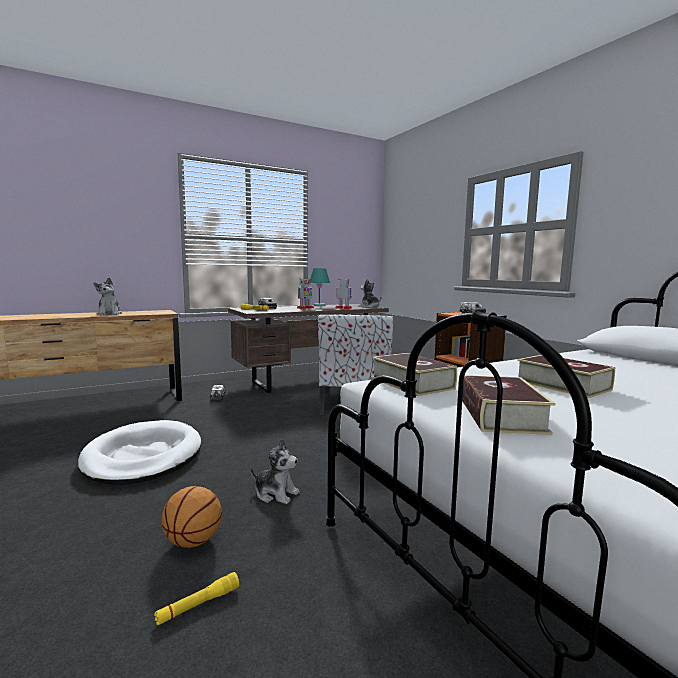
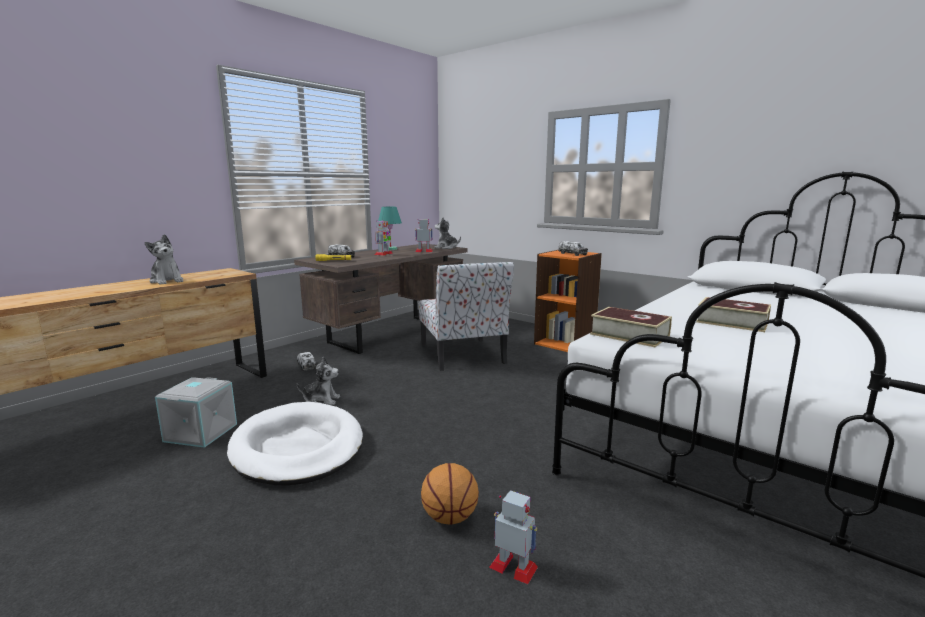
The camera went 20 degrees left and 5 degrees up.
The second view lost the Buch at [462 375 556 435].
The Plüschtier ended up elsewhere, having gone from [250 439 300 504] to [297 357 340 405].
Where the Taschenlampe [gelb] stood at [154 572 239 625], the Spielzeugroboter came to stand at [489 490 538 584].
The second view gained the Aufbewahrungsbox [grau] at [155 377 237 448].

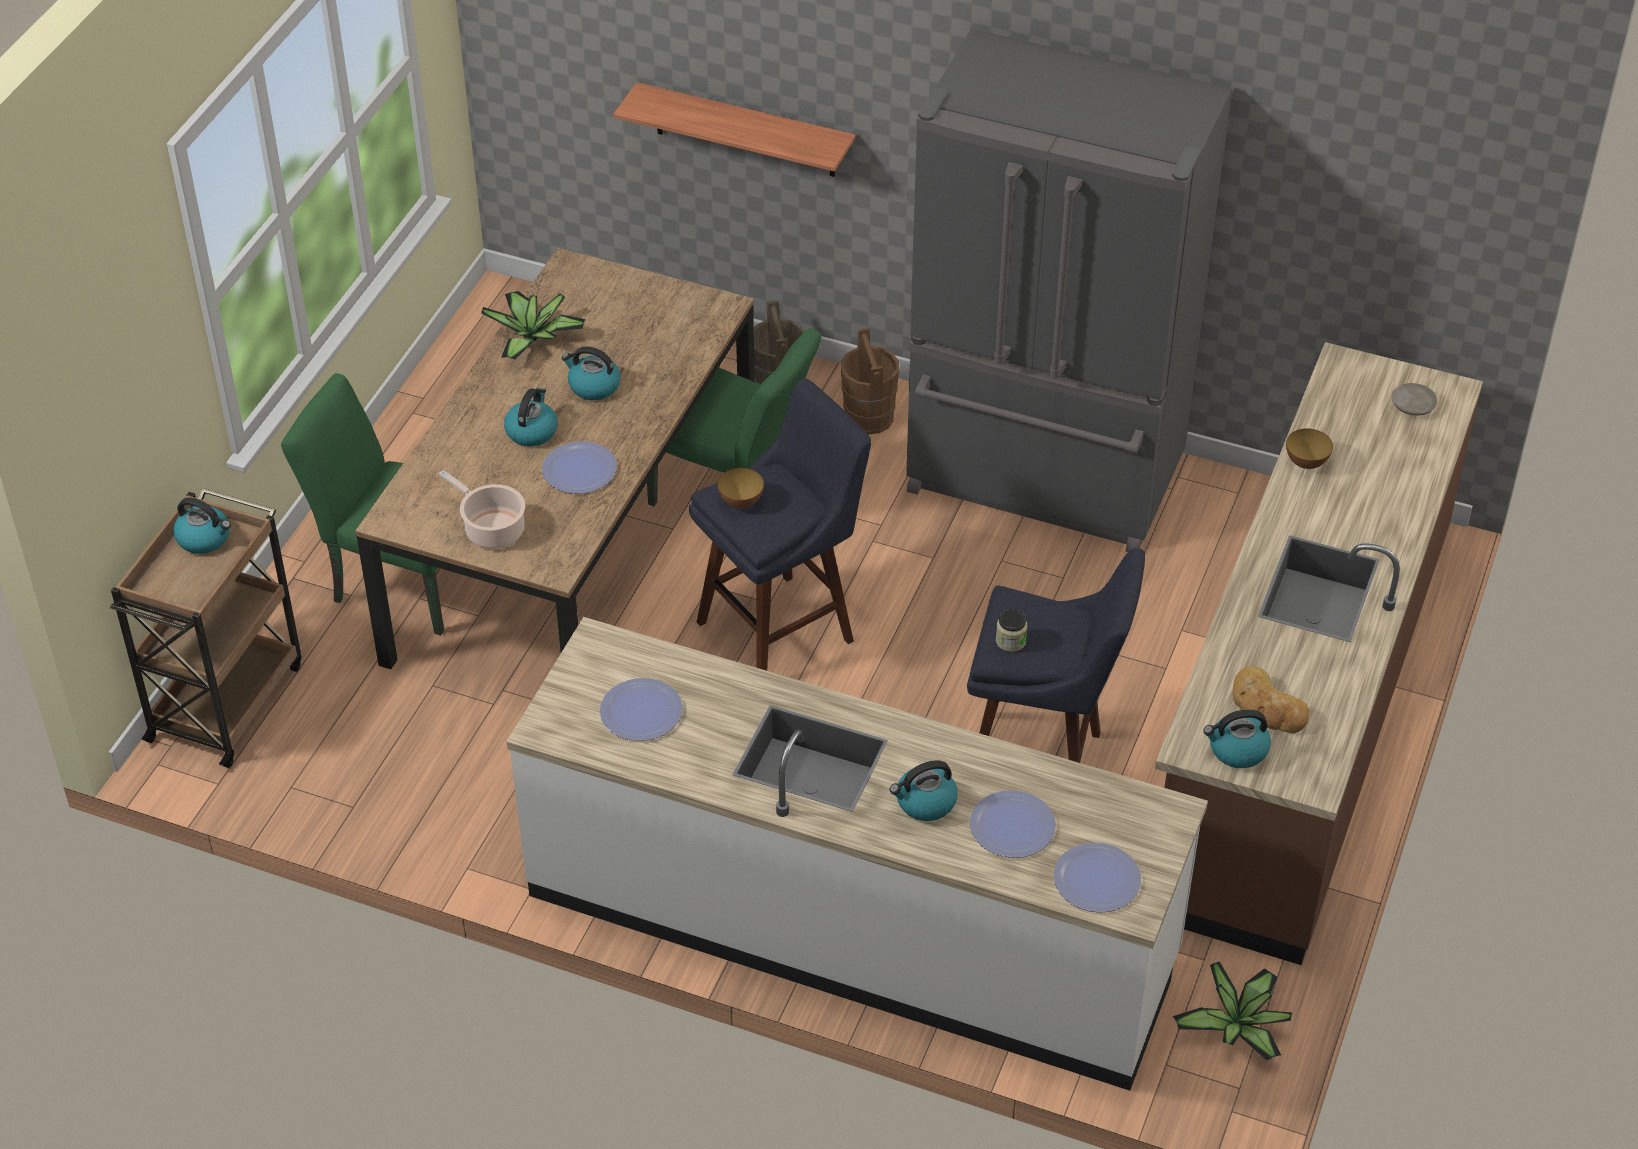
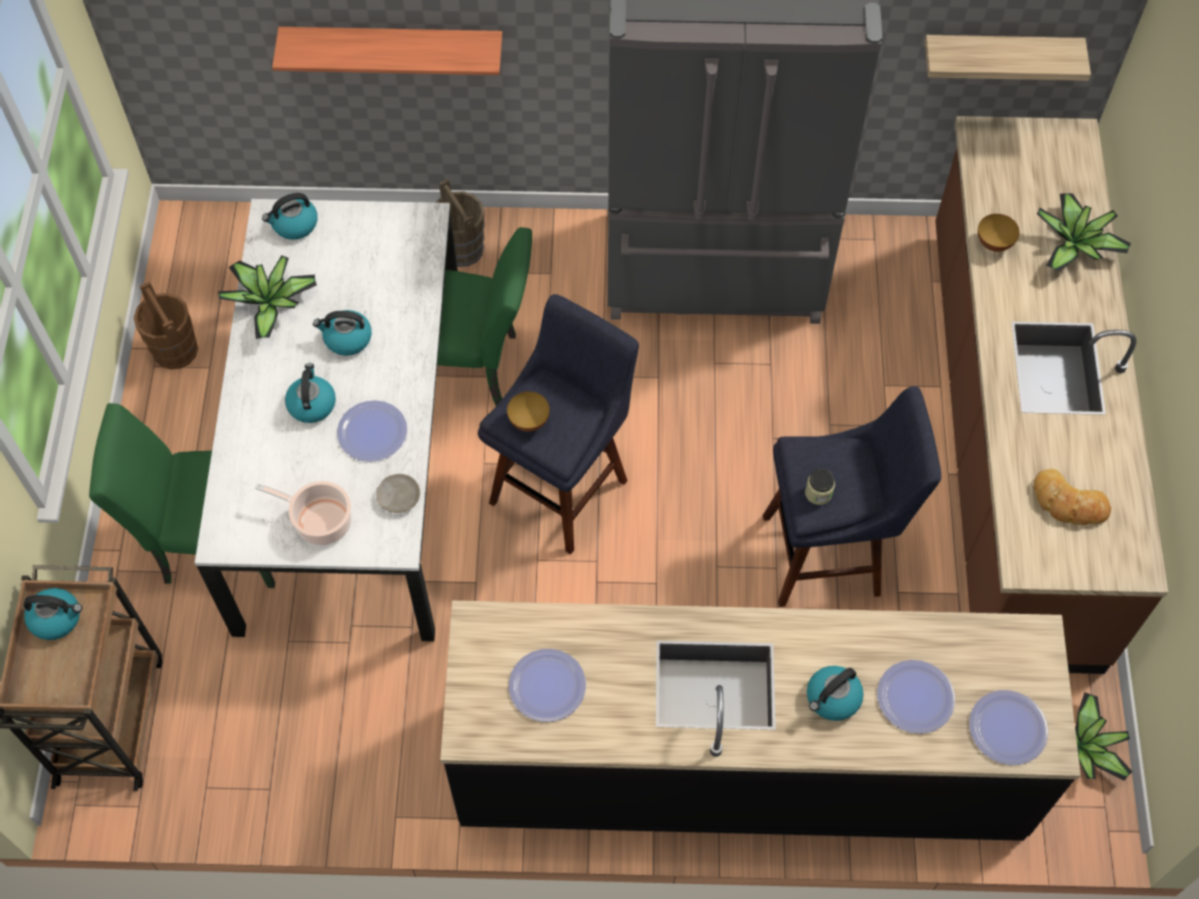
The camera went 20 degrees left and 15 degrees up.
What was the Esstisch [braun] at [355 248 755 669] turned into the Esstisch [weiß] at [195 199 458 642].
The Eimer [braun] ended up elsewhere, having gone from [841 328 899 435] to [134 281 198 369].
The Teller [beige] ended up elsewhere, having gone from [1392 383 1438 415] to [376 474 420 513].
What was the Küchenzeile [weiß] at [507 617 1208 1091] turned into the Küchenzeile [schwarz] at [440 601 1081 841].
The Wasserkessel ended up elsewhere, having gone from [1203 710 1271 768] to [262 193 318 240].
The second view gained the Wandregal at [925 35 1091 81].
The second view gained the Topfpflanze at [1037 194 1131 272].

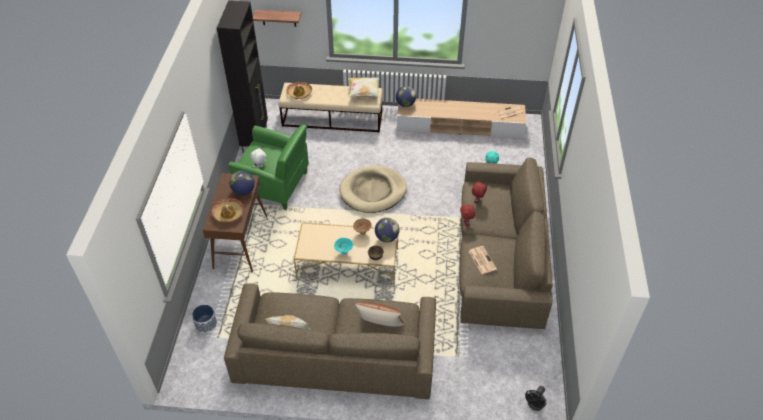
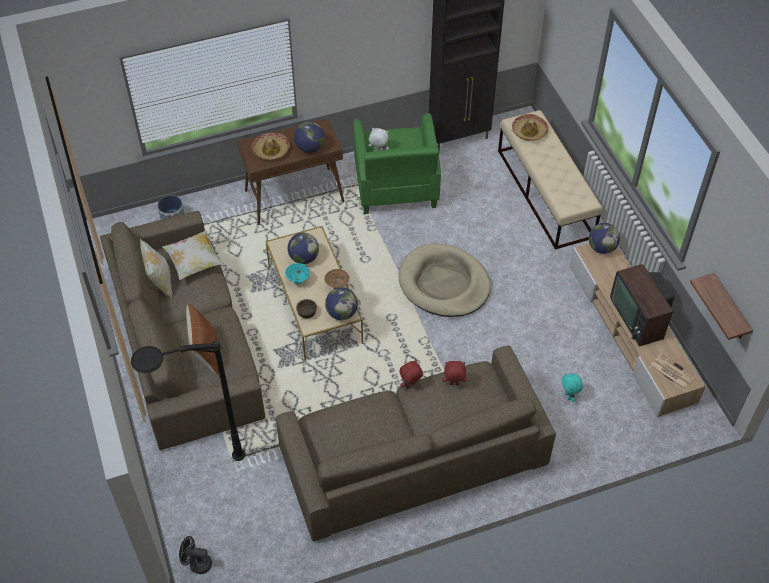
The camera went 65 degrees right and 5 degrees up.
The Wandregal ended up elsewhere, having gone from [253 10 301 27] to [690 273 753 340].
The Kissen ended up elsewhere, having gone from [348 77 380 97] to [162 230 224 280].
The second view lost the Zeitung at [469 246 497 274].
The second view gained the Globus at [288 233 319 264].
The second view gained the Fernseher at [610 264 675 347].
The second view gained the Stehlampe [schwarz] at [131 340 246 461].

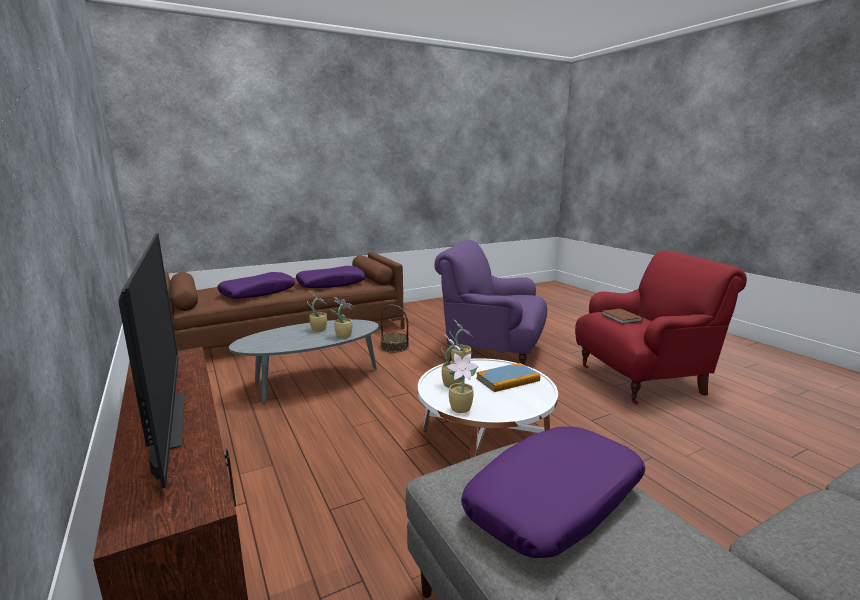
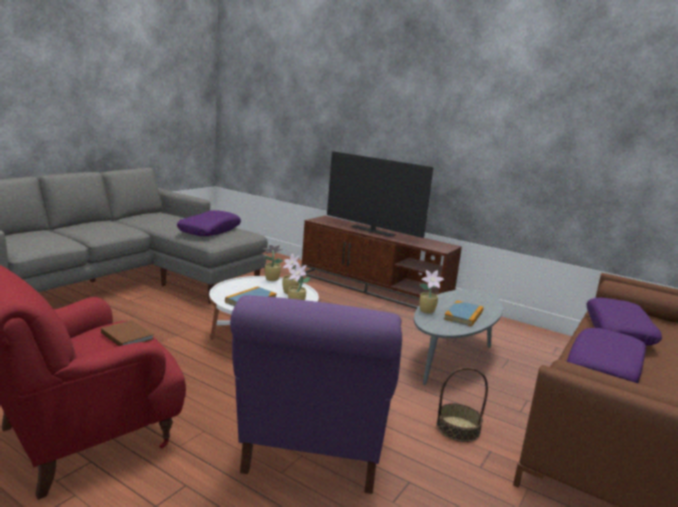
The camera went 150 degrees right and 0 degrees up.
The Sessel [lila] at [435 240 547 365] ended up facing another way, 105 degrees clockwise from before.
Where the Topfpflanze stood at [307 291 327 332], the Buch came to stand at [444 301 484 327].

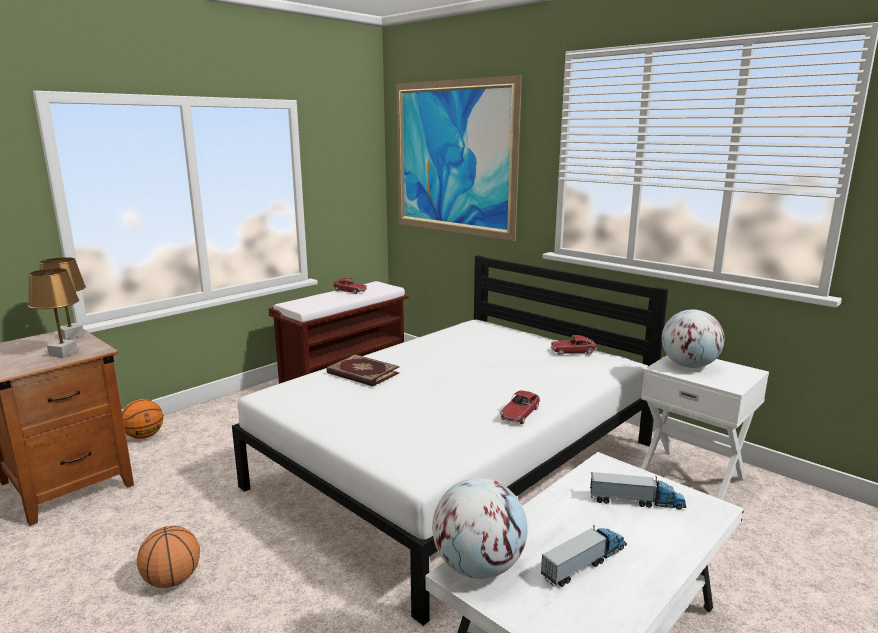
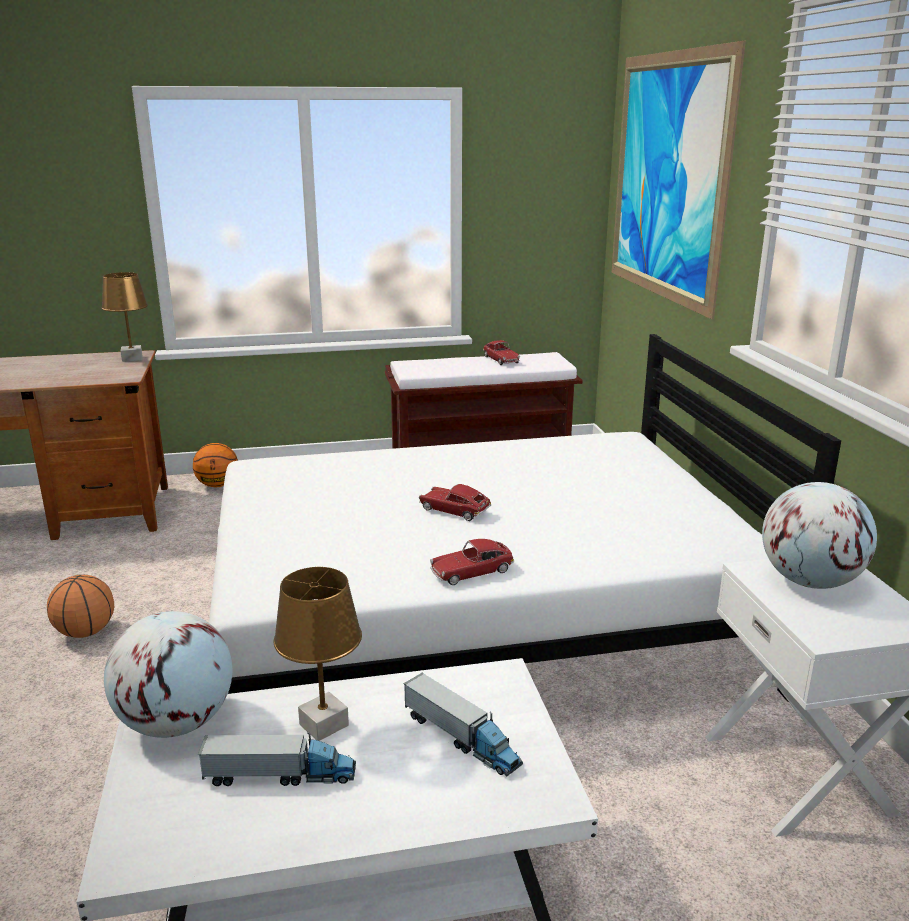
The camera went 35 degrees right and 5 degrees up.
The Tischlampe [braun] ended up elsewhere, having gone from [28 268 79 358] to [274 567 362 741].
The Spielzeugauto ended up elsewhere, having gone from [551 335 596 355] to [419 484 491 521].
The second view lost the Buch at [326 354 399 386].

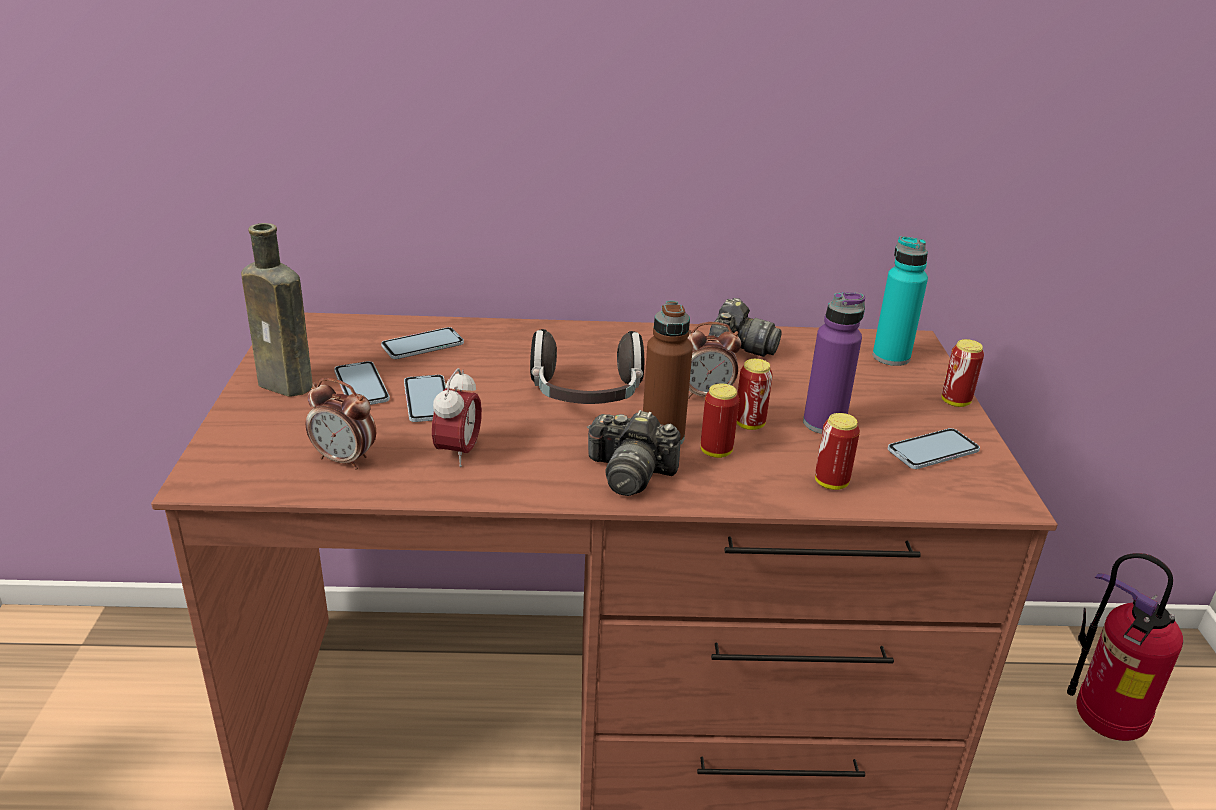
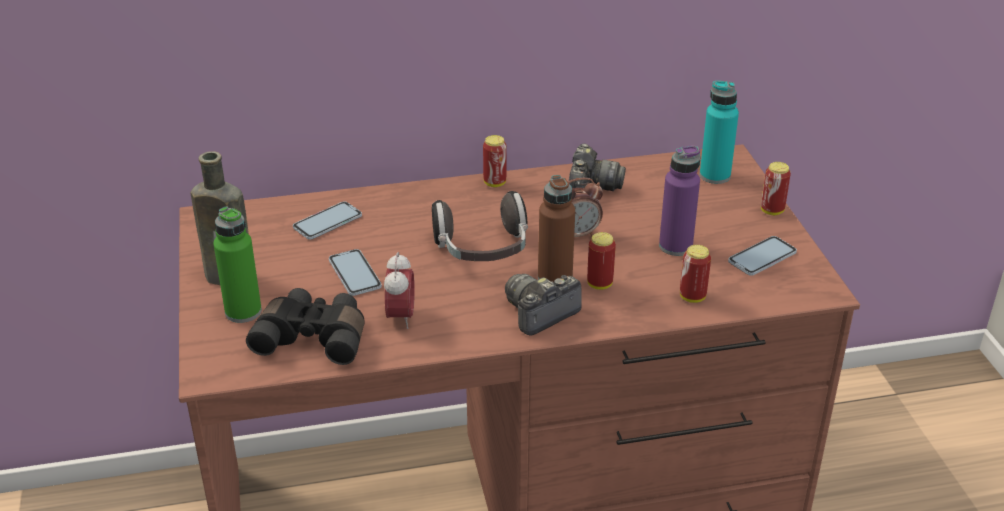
The camera went 10 degrees left and 5 degrees up.
The Dose ended up elsewhere, having gone from [737 359 773 430] to [483 135 507 187].
The second view lost the Handy at [334 361 390 405].
Where the Wecker stood at [306 378 376 470], the Fernglas [schwarz] came to stand at [246 288 365 365].
The Kamera at [587 410 681 496] ended up facing another way, 135 degrees clockwise from before.
The second view lost the Feuerlöscher at [1067 553 1183 741].
The second view gained the Flasche [grün] at [213 207 262 323].

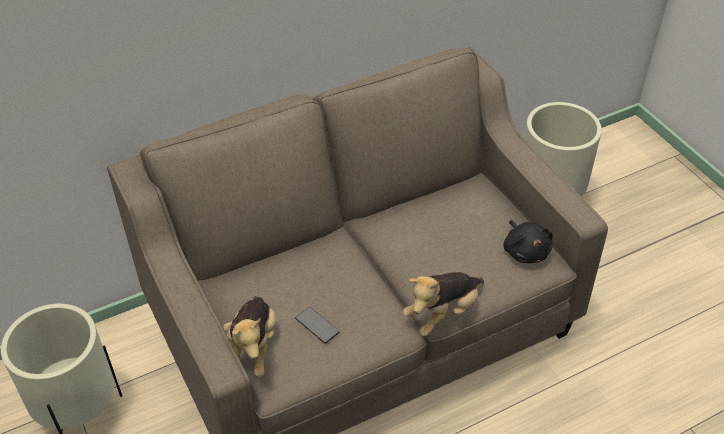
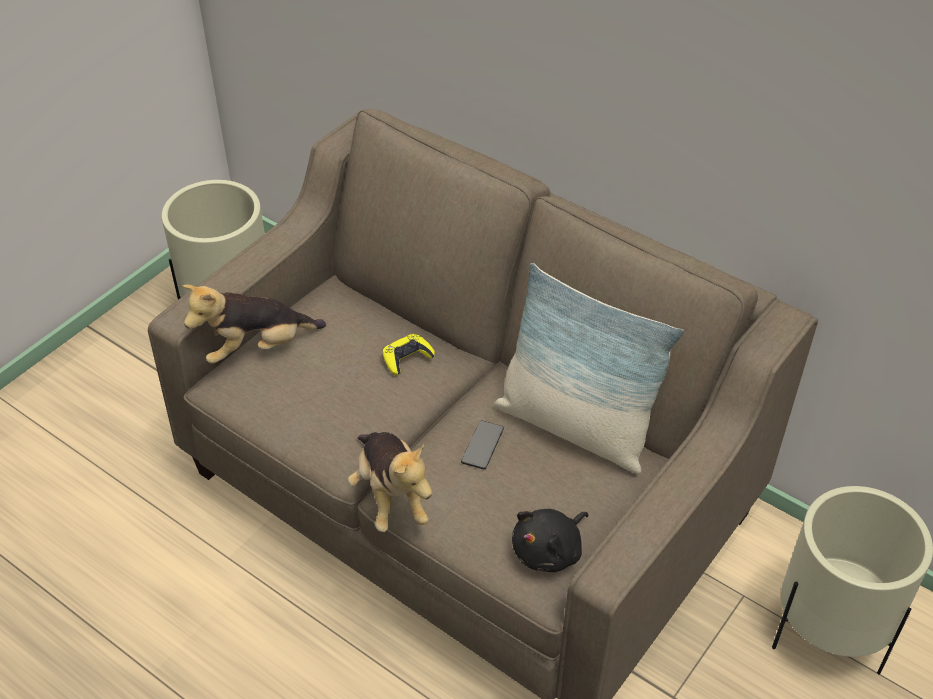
The camera went 65 degrees right and 0 degrees up.
The Plüschtier at [403 272 484 337] ended up facing another way, 135 degrees counterclockwise from before.
The Handy ended up elsewhere, having gone from [295 307 339 344] to [461 420 504 469].
The second view gained the Kissen at [494 263 684 474].
The second view gained the Gamepad [gelb] at [382 334 435 376].

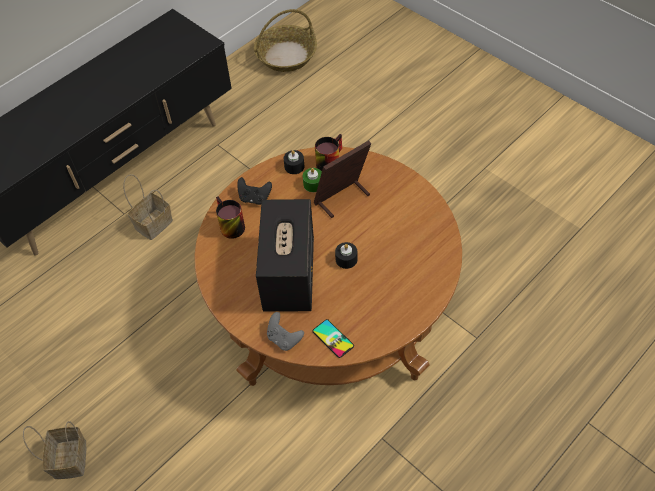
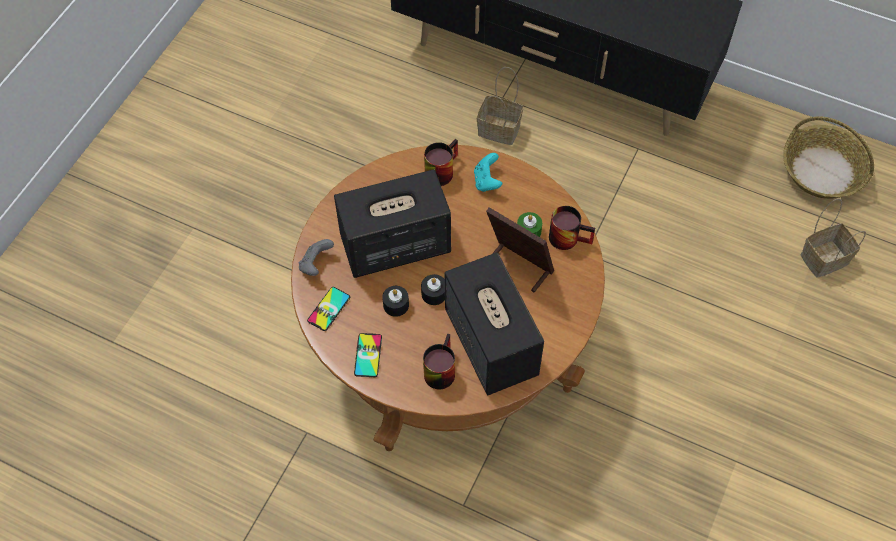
The camera went 70 degrees right and 5 degrees up.
The Kerze [schwarz] ended up elsewhere, having gone from [284 150 305 174] to [382 286 409 317].
What was the Gamepad [schwarz] at [237 177 272 205] turned into the Gamepad [türkis] at [474 153 502 192].
The Korb ended up elsewhere, having gone from [23 421 86 479] to [801 198 866 278].
The second view gained the Lautsprecher at [445 252 544 395].
The second view gained the Handy at [354 333 382 377].
The second view gained the Henkelbecher at [423 334 455 389].

